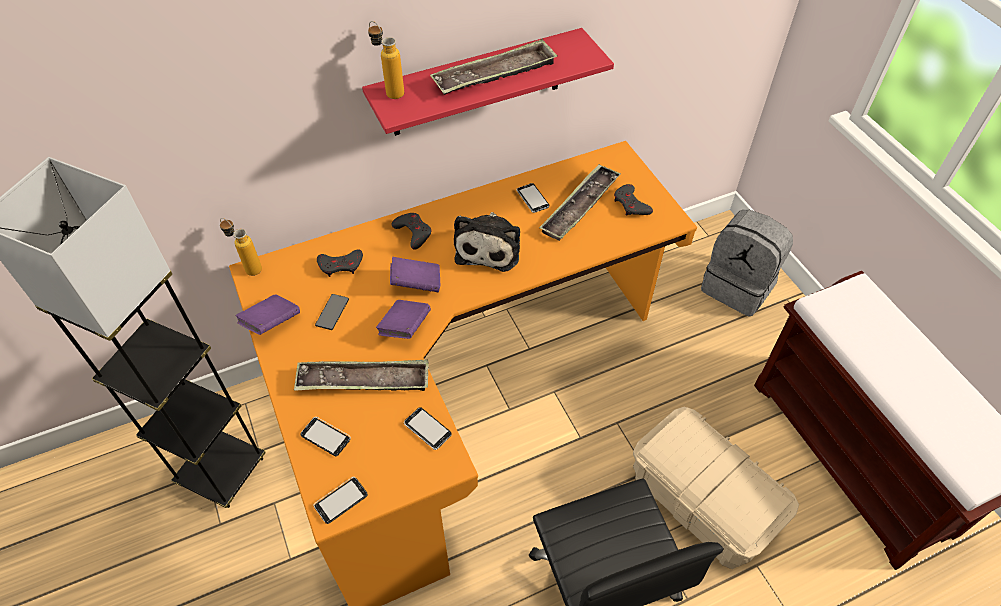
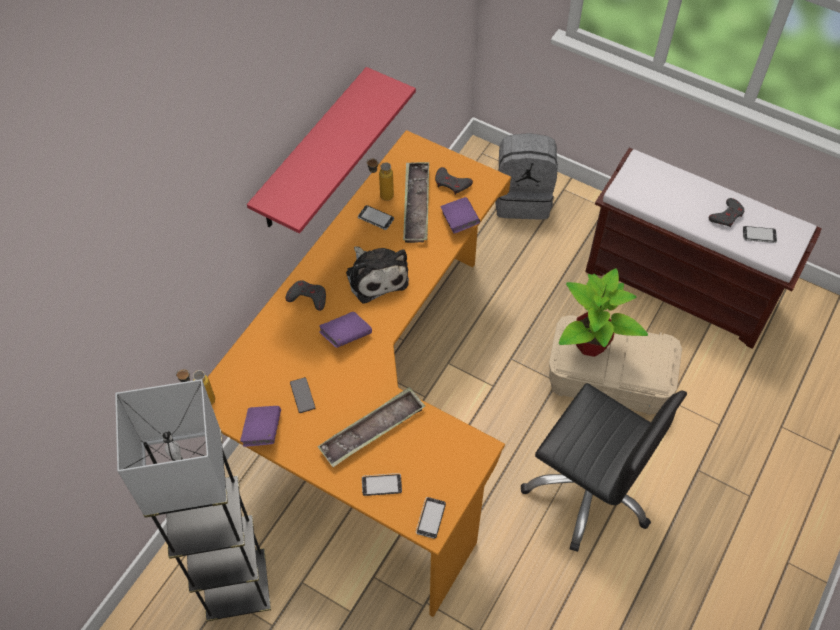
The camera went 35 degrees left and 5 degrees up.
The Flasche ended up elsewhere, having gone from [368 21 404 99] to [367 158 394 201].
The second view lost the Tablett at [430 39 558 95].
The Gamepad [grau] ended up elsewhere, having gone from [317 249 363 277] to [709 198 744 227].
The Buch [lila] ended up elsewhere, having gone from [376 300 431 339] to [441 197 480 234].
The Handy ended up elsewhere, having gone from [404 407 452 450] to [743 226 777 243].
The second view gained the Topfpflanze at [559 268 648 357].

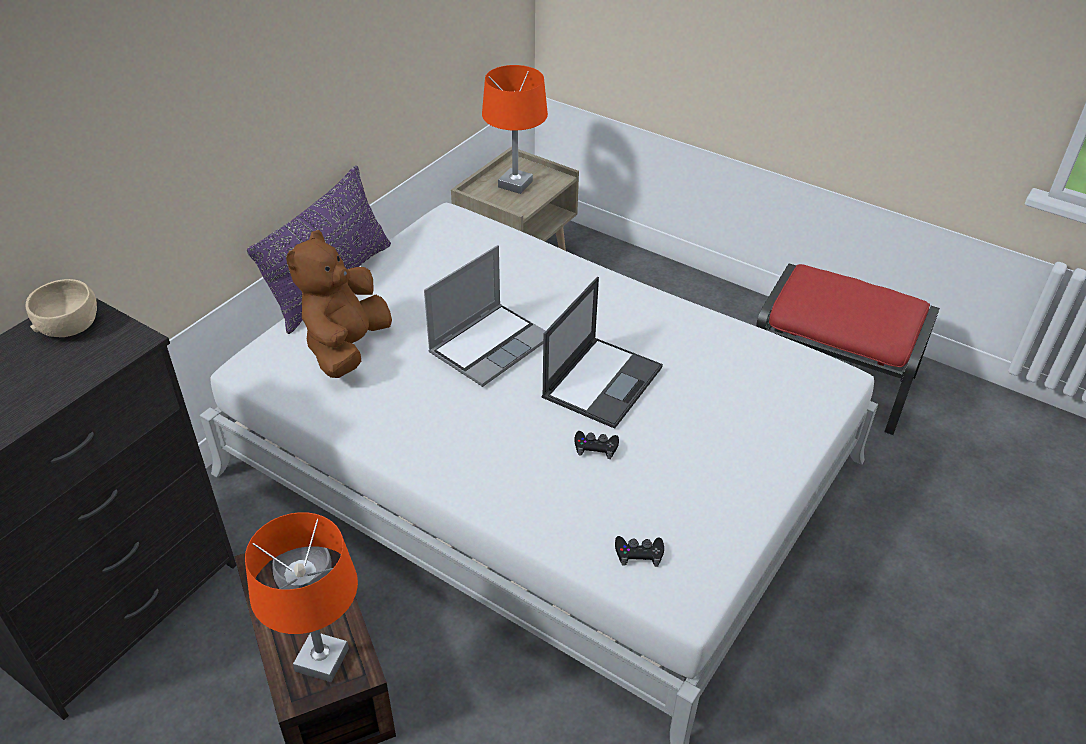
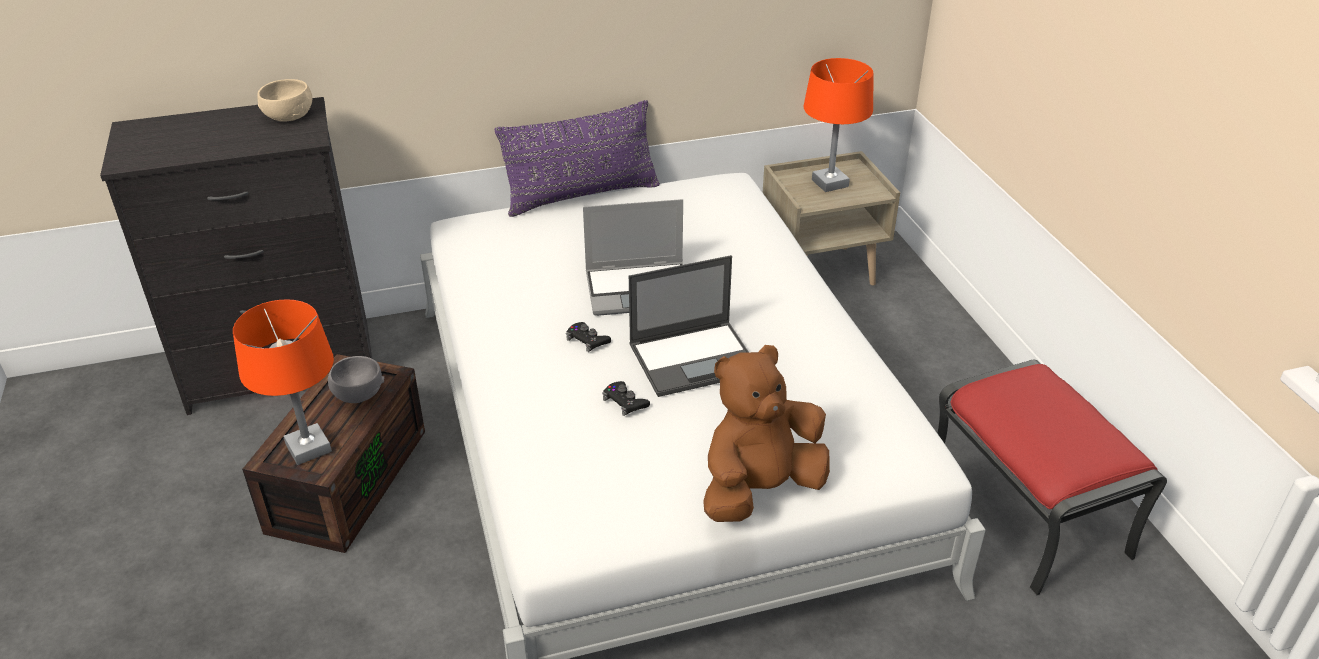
The camera went 40 degrees right and 5 degrees down.
The Plüschtier [braun] ended up elsewhere, having gone from [286 230 392 378] to [703 345 830 522].
The Gamepad [schwarz] ended up elsewhere, having gone from [615 536 664 567] to [566 322 611 352].

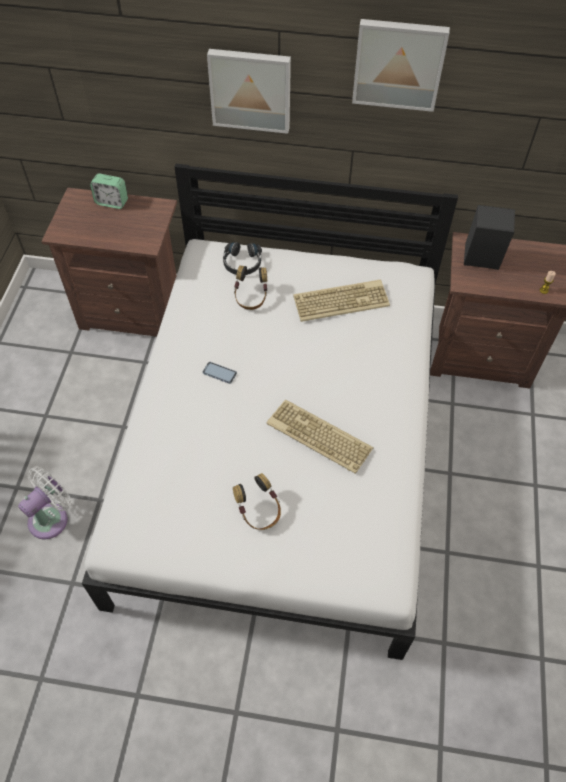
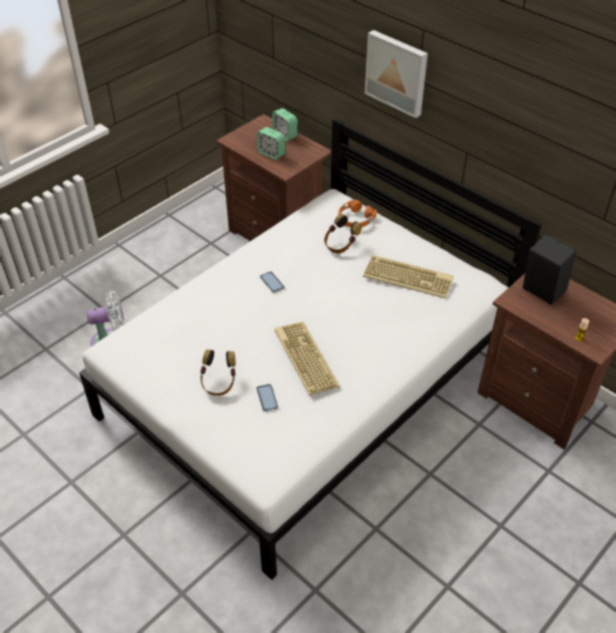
The camera went 35 degrees right and 10 degrees down.
The second view lost the Bild at [352 19 450 112].
What was the Kopfhörer [schwarz] at [223 242 262 275] turned into the Kopfhörer [orange] at [338 200 377 228].
The second view gained the Wecker at [257 127 285 160].
The second view gained the Handy at [256 384 278 412].

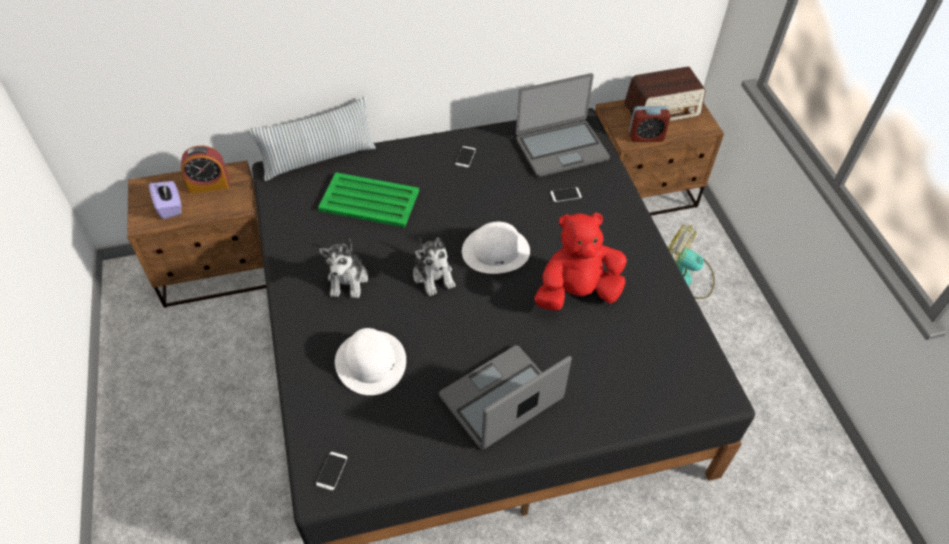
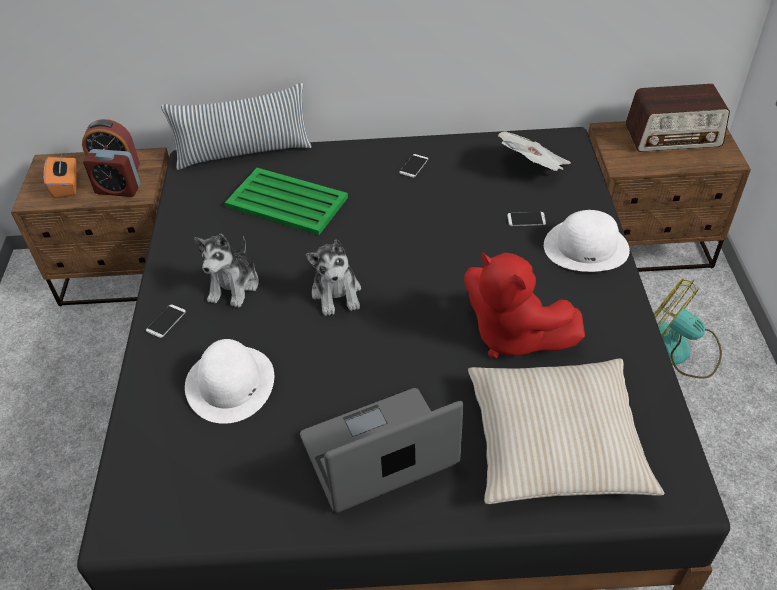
The camera went 15 degrees right and 5 degrees down.
Where the Laptop stood at [516 73 610 177], the Zeitung came to stand at [498 131 571 171].
The Wecker ended up elsewhere, having gone from [629 106 671 142] to [83 149 141 197].
What was the Taschentuchbox [lila] at [149 180 182 219] turned into the Taschentuchbox [orange] at [44 154 77 198].
The Plüschtier [rot] at [534 212 627 311] ended up facing another way, 135 degrees counterclockwise from before.
The Hut [weiß] ended up elsewhere, having gone from [462 222 530 274] to [544 210 630 272].
The Handy ended up elsewhere, having gone from [316 452 347 490] to [146 304 186 338].
The second view gained the Kissen [beige] at [468 359 664 504].

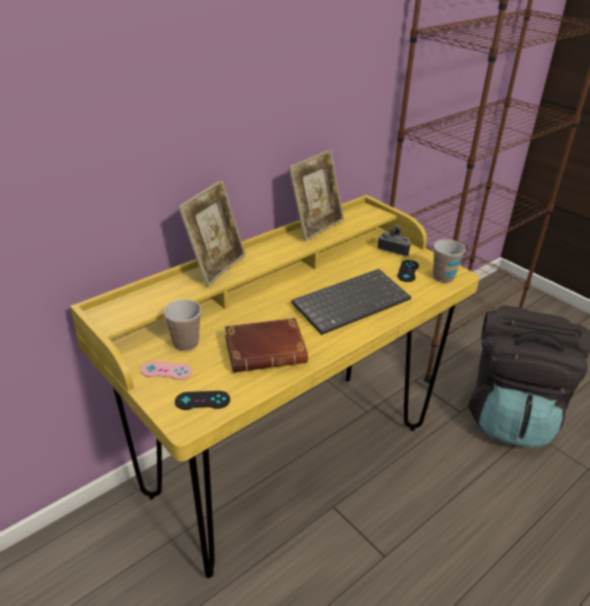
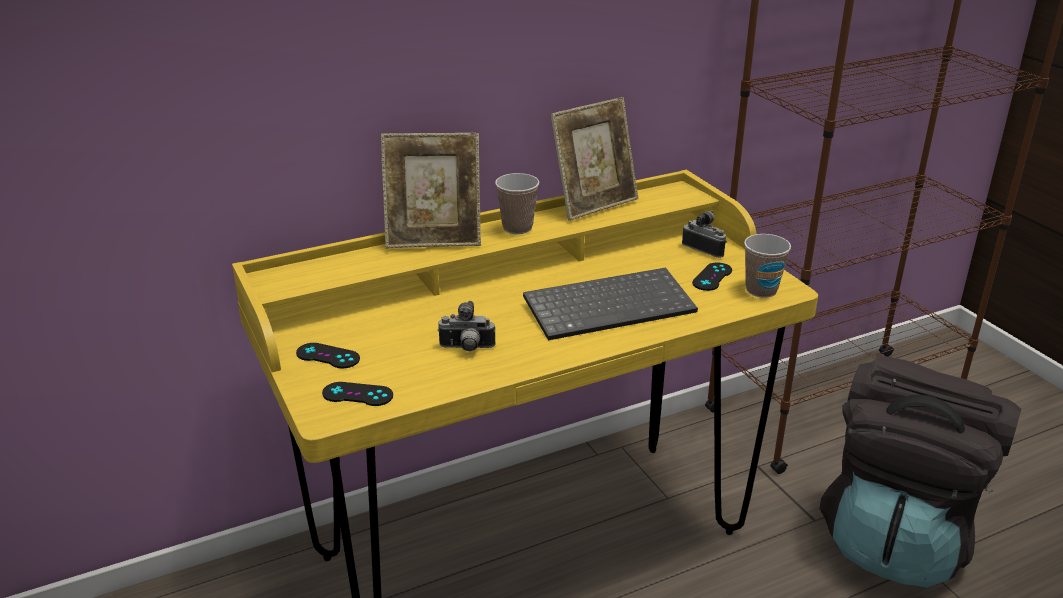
The camera went 15 degrees right and 5 degrees down.
The Bilderrahmen at [178 180 246 287] ended up facing another way, 45 degrees clockwise from before.
The Tasse ended up elsewhere, having gone from [164 299 201 351] to [495 173 539 234].
Where the Buch [braun] stood at [225 318 308 373], the Kamera came to stand at [437 301 496 352].
What was the Gamepad [rosa] at [141 361 192 380] turned into the Gamepad [schwarz] at [296 343 360 368].

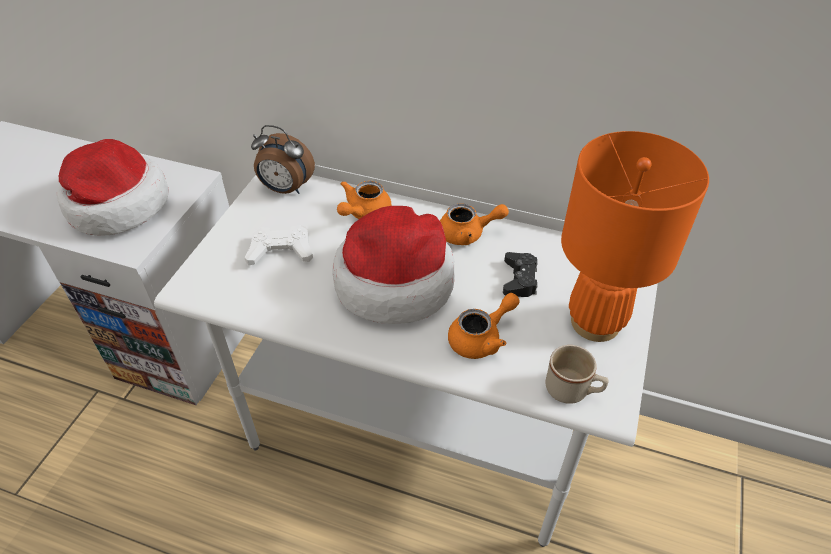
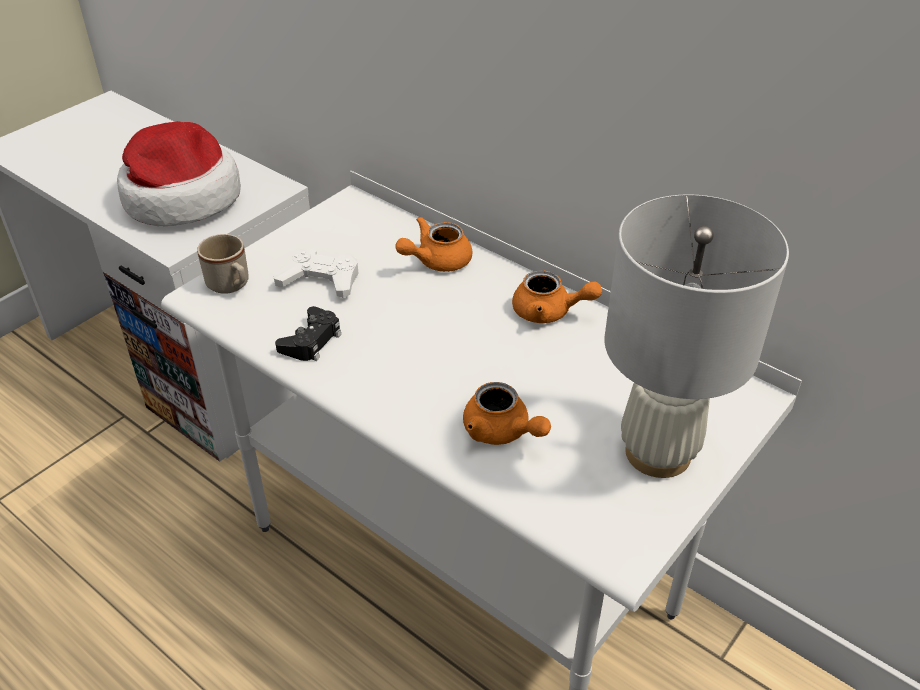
The camera went 20 degrees right and 5 degrees down.
The second view lost the Wecker at [251 125 315 194].
What was the Tischlampe [orange] at [561 131 709 342] turned into the Tischlampe [weiß] at [604 195 789 478].
The second view lost the Hut at [332 206 455 324].
The Gamepad [schwarz] ended up elsewhere, having gone from [503 252 538 297] to [275 306 341 361].
The Teekanne [orange] at [448 293 520 359] ended up facing another way, 60 degrees clockwise from before.
The Henkelbecher [beige] ended up elsewhere, having gone from [546 345 609 404] to [197 234 249 294].

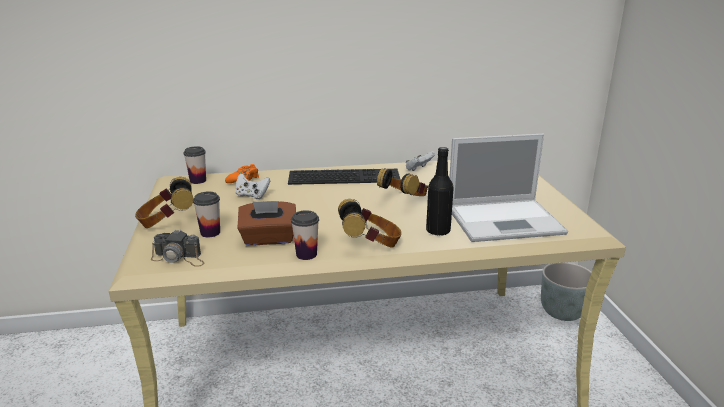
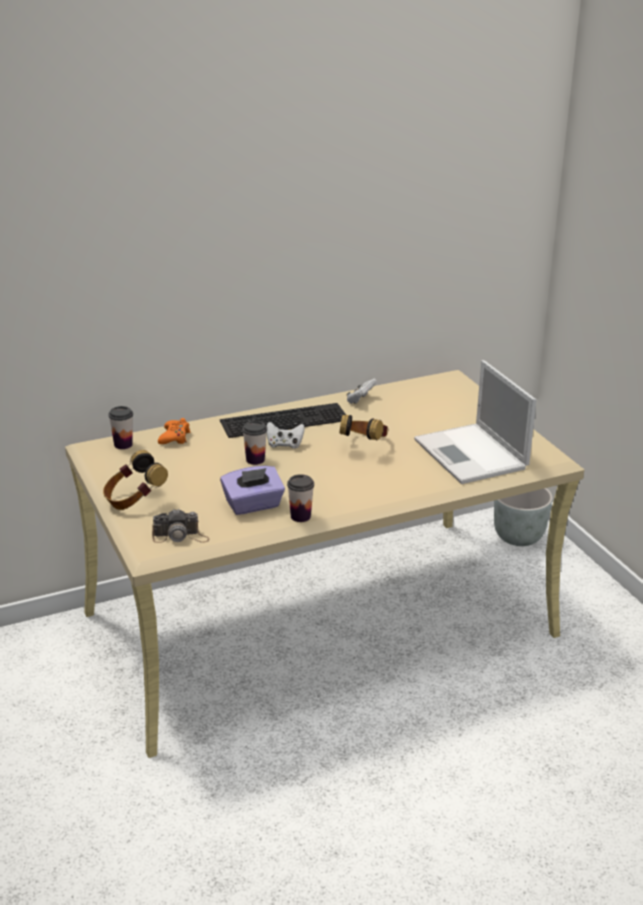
The camera went 15 degrees left and 5 degrees up.
The Laptop at [449 134 568 242] ended up facing another way, 90 degrees clockwise from before.
The second view lost the Flasche [schwarz] at [426 147 454 235].
The Gamepad [weiß] ended up elsewhere, having gone from [236 173 270 199] to [267 422 305 449].
The Tasse ended up elsewhere, having gone from [193 192 220 237] to [242 421 267 465].
The second view lost the Kopfhörer at [338 199 402 248].
What was the Taschentuchbox [braun] at [237 201 296 246] turned into the Taschentuchbox [lila] at [220 466 285 515].

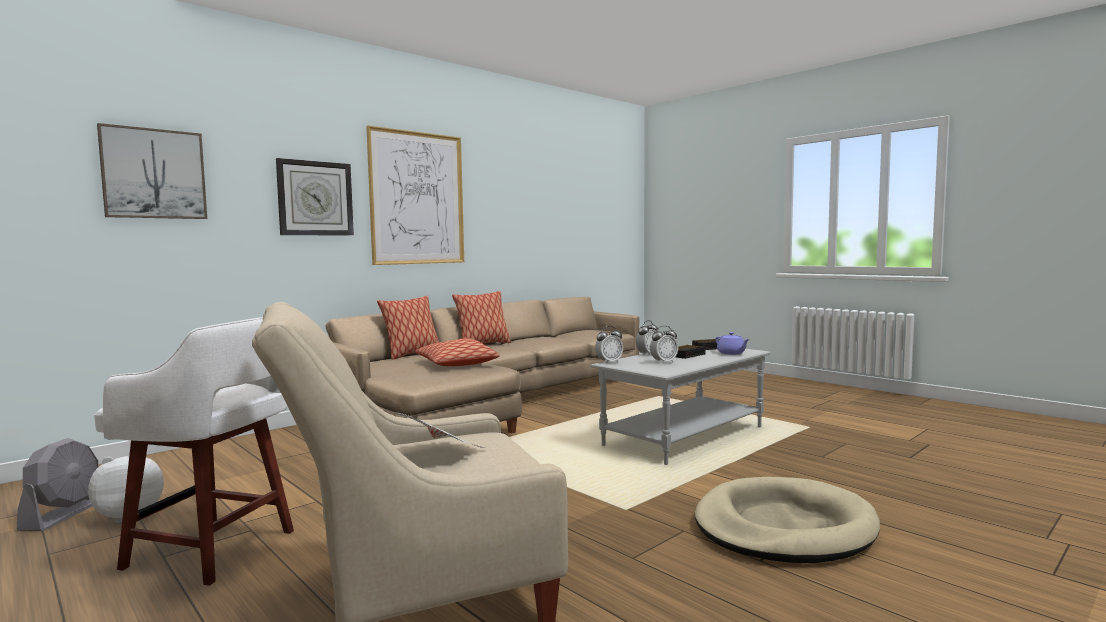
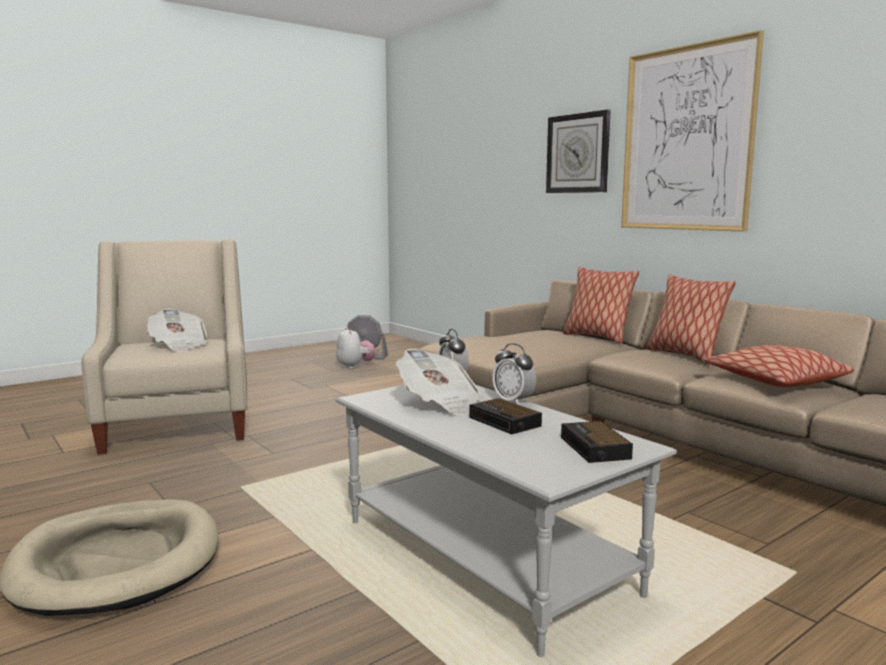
The camera went 95 degrees right and 5 degrees up.
The second view lost the Bild at [97 123 207 219].
The second view lost the Hocker [weiß] at [94 317 294 586].
Where the Wecker stood at [650 326 678 364], the Zeitung came to stand at [396 349 483 416].
The second view lost the Teekanne [lila] at [715 332 750 355].
The Kissen ended up elsewhere, having gone from [415 338 500 366] to [705 345 854 387].

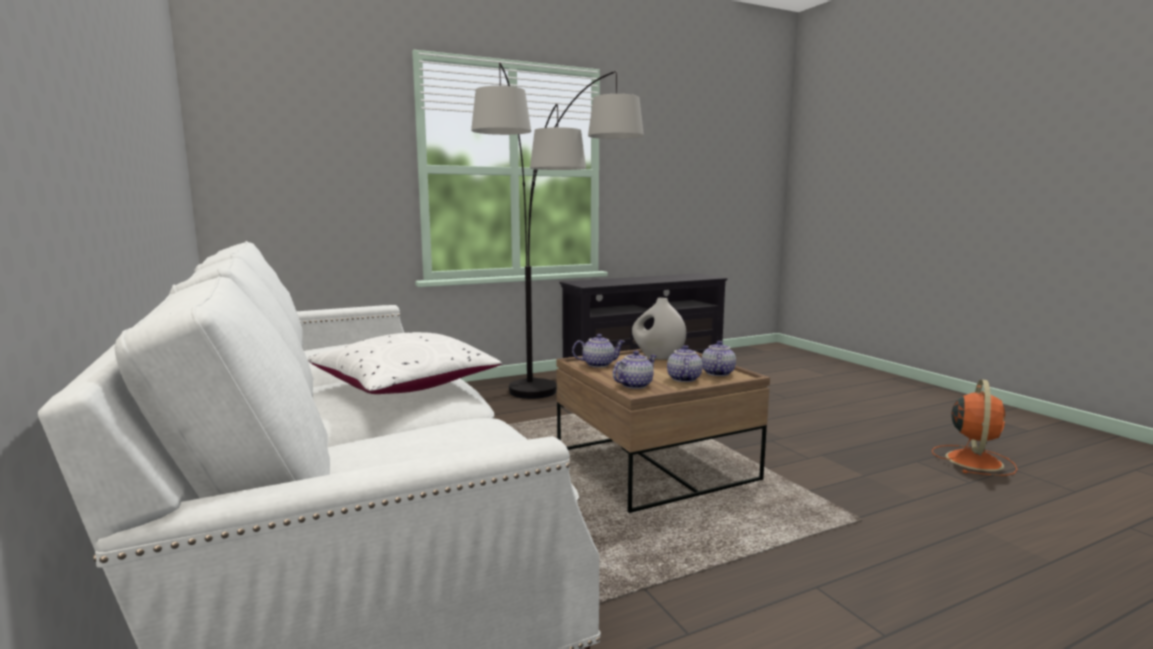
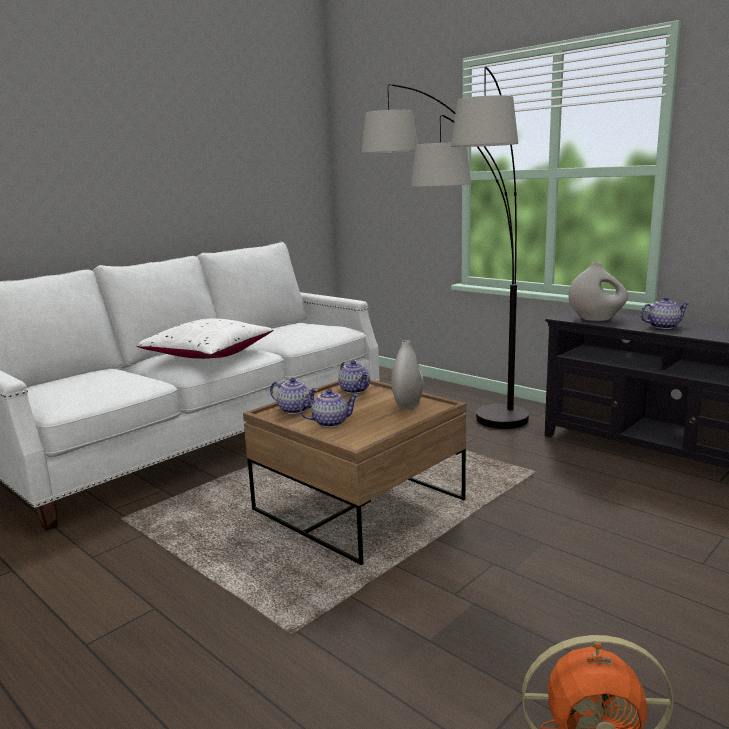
The camera went 70 degrees right and 5 degrees up.
The Teekanne ended up elsewhere, having gone from [701 341 736 376] to [640 297 689 329].
The second view gained the Vase [weiß] at [569 262 628 321].

